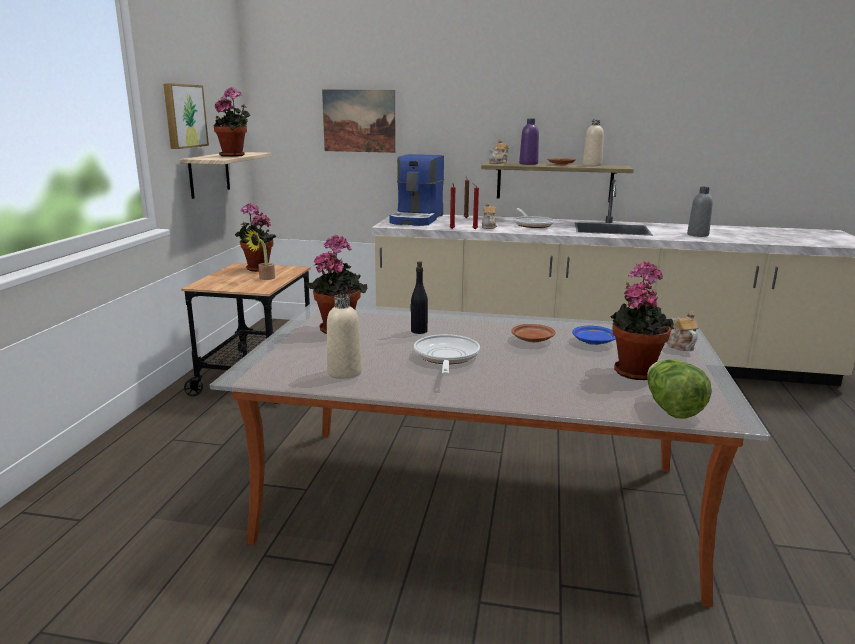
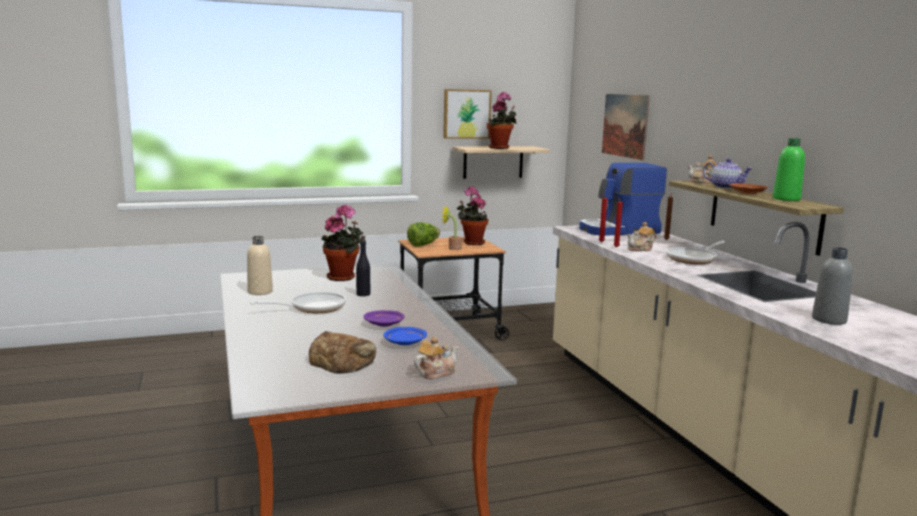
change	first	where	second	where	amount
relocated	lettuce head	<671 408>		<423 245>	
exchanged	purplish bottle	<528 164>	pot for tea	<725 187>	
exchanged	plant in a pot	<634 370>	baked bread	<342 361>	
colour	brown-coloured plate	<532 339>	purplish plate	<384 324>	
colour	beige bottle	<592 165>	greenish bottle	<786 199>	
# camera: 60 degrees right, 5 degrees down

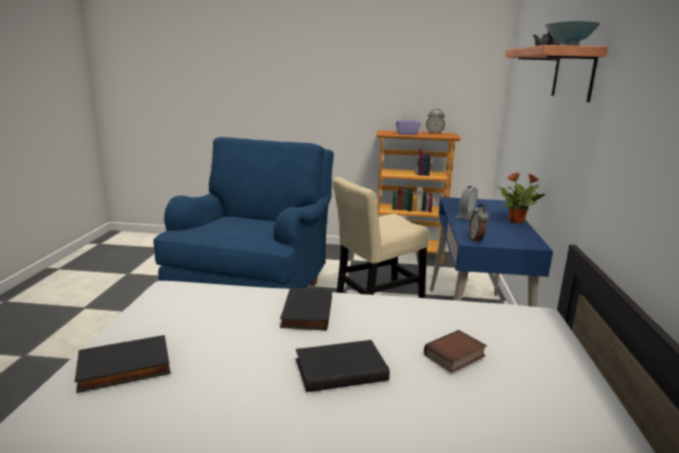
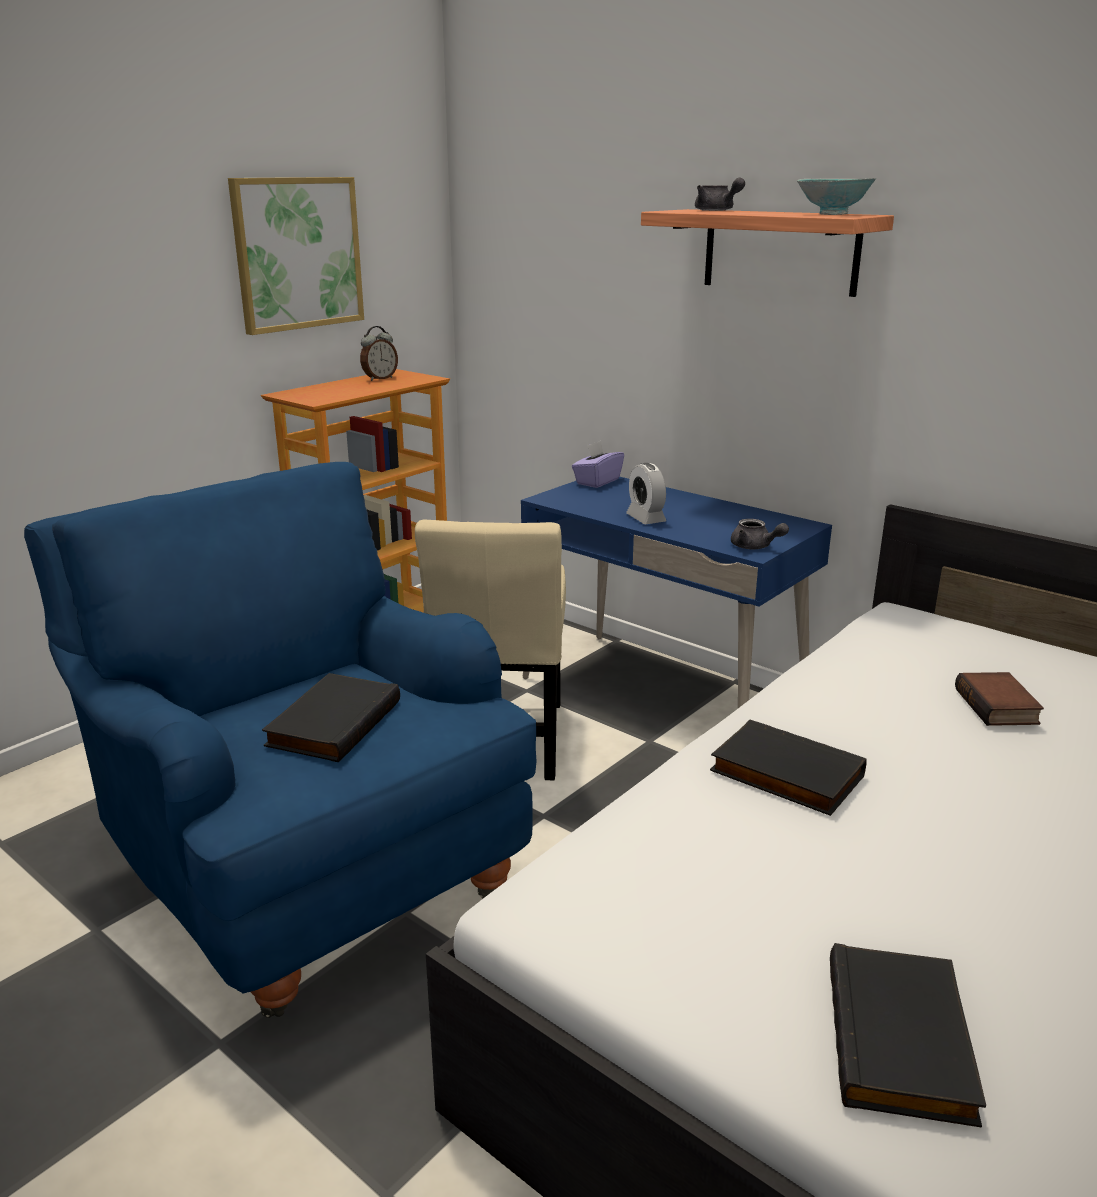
change	first	where	second	where	amount
missing	plant in a pot	<516 221>			
appeared			wall picture	<297 253>	
relocated	black-coloured volume	<340 368>		<332 722>	
relocated	purplish tissue box	<407 133>		<597 481>	
exchanged	table clock	<476 240>	gray pot for tea	<755 547>	
# camera: 55 degrees left, 5 degrees up

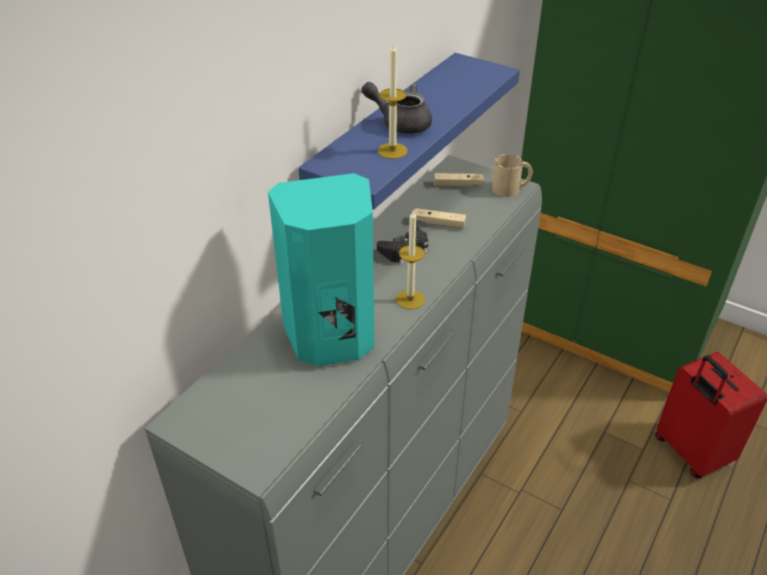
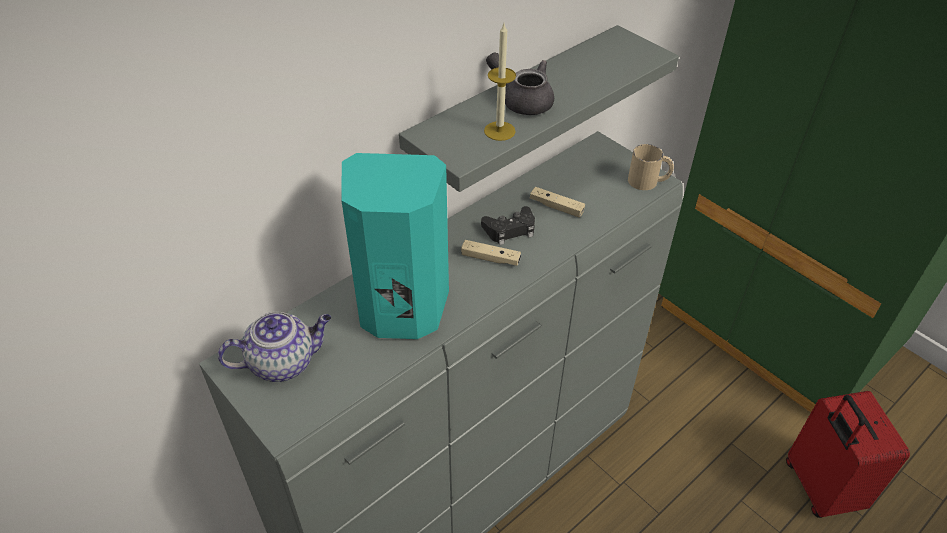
change	first	where	second	where	amount
missing	wax light	<410 299>			
appeared			pot for tea	<283 362>	
relocated	beige gamepad	<458 185>		<490 258>	
colour	bluish bracket shelf	<385 141>	gray bracket shelf	<515 112>	
# camera: 15 degrees right, 5 degrees up

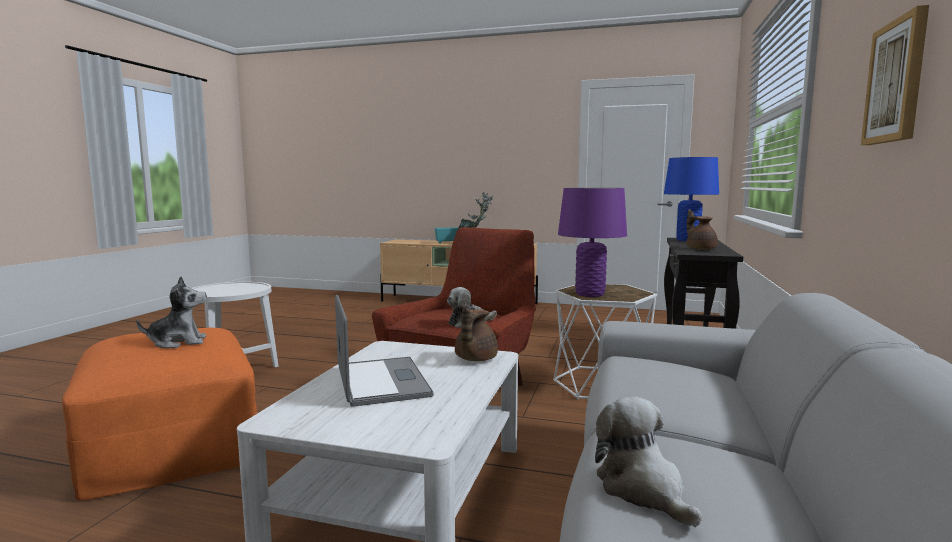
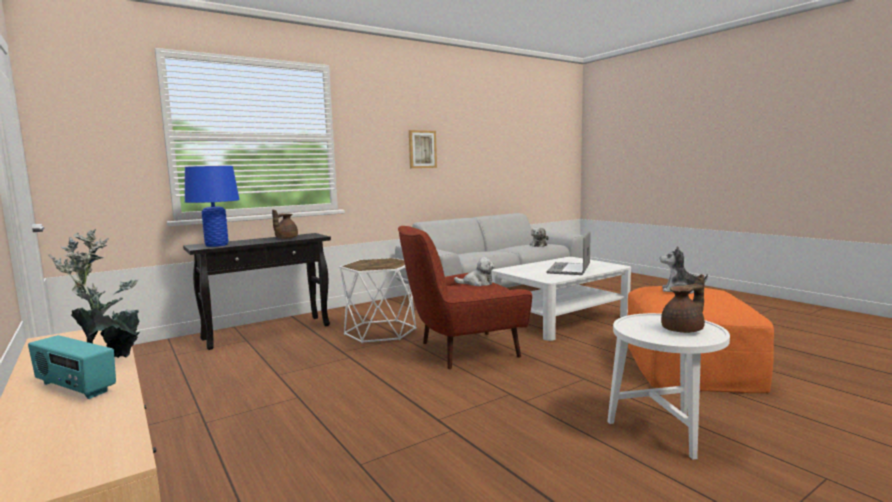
change	first	where	second	where	amount
missing	purplish tabletop lamp	<590 294>			
relocated	brown-coloured pot for tea	<474 359>		<684 330>	
# camera: 140 degrees left, 0 degrees up

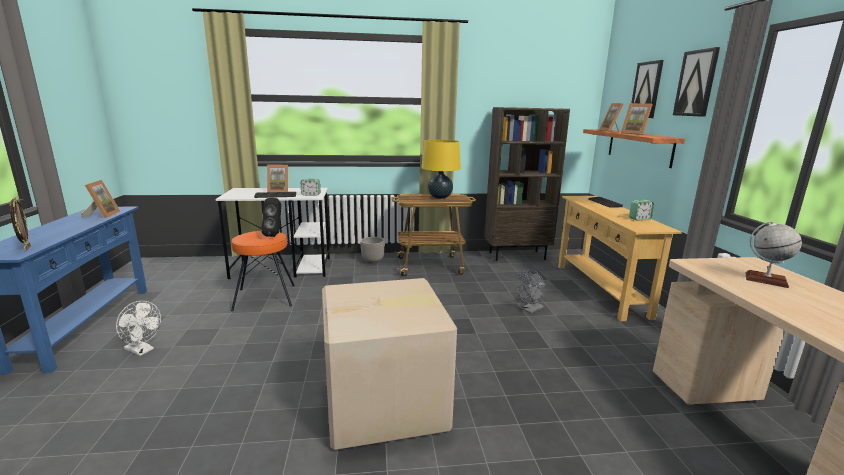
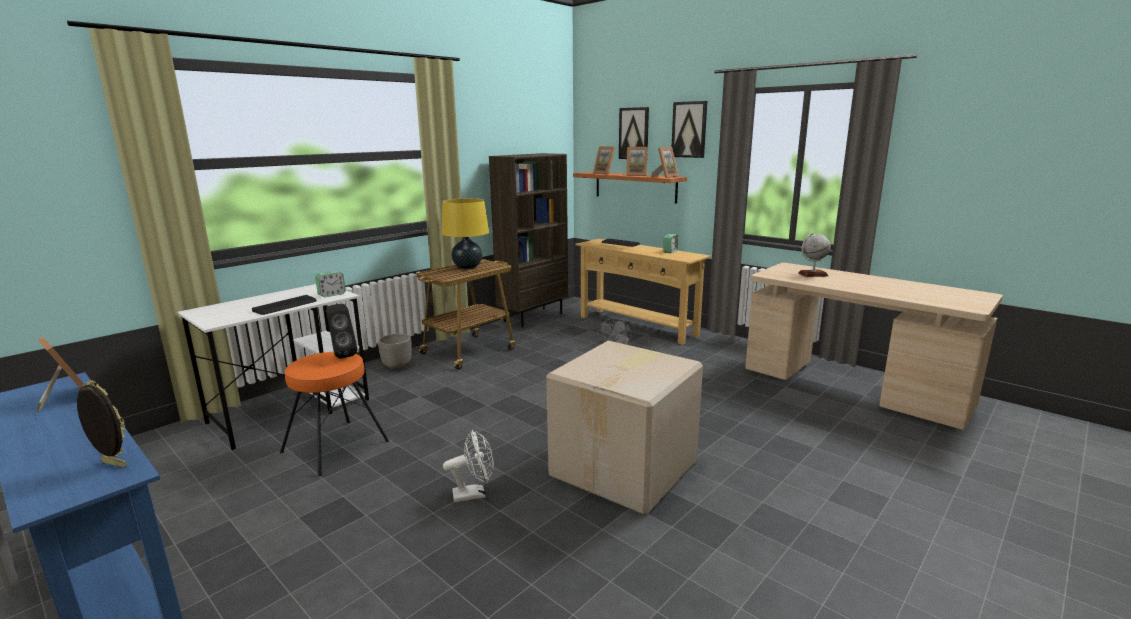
change	first	where	second	where	amount
relocated	whitish cooling fan	<142 350>		<474 494>	
relocated	photo frame	<279 191>		<665 176>	
# camera: 40 degrees left, 0 degrees up

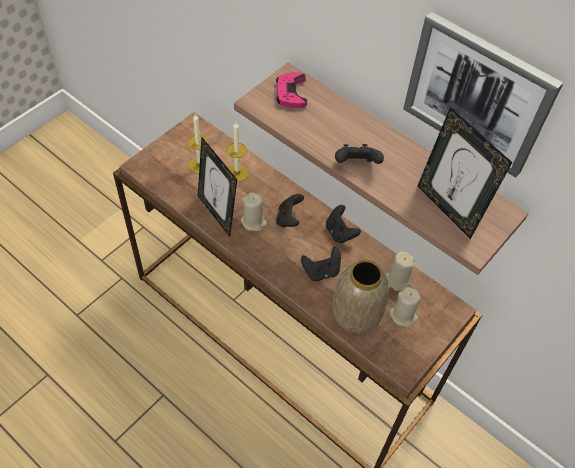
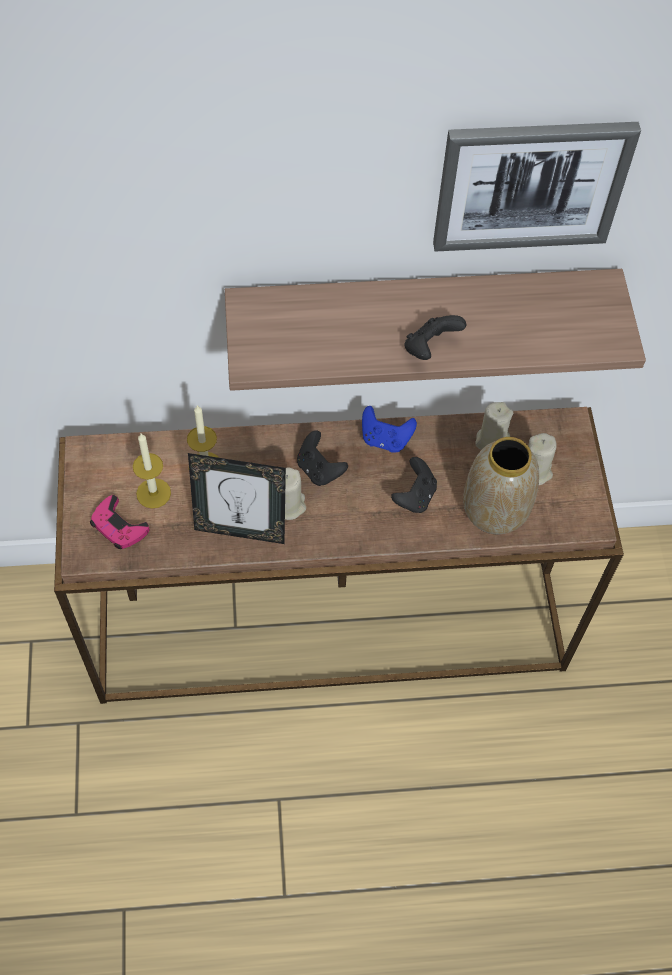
change	first	where	second	where	amount
missing	photo frame	<448 209>			
relocated	pink-coloured gamepad	<291 93>		<118 526>	
colour	black-coloured gamepad	<340 232>	bluish gamepad	<385 439>	
# camera: 45 degrees left, 5 degrees up

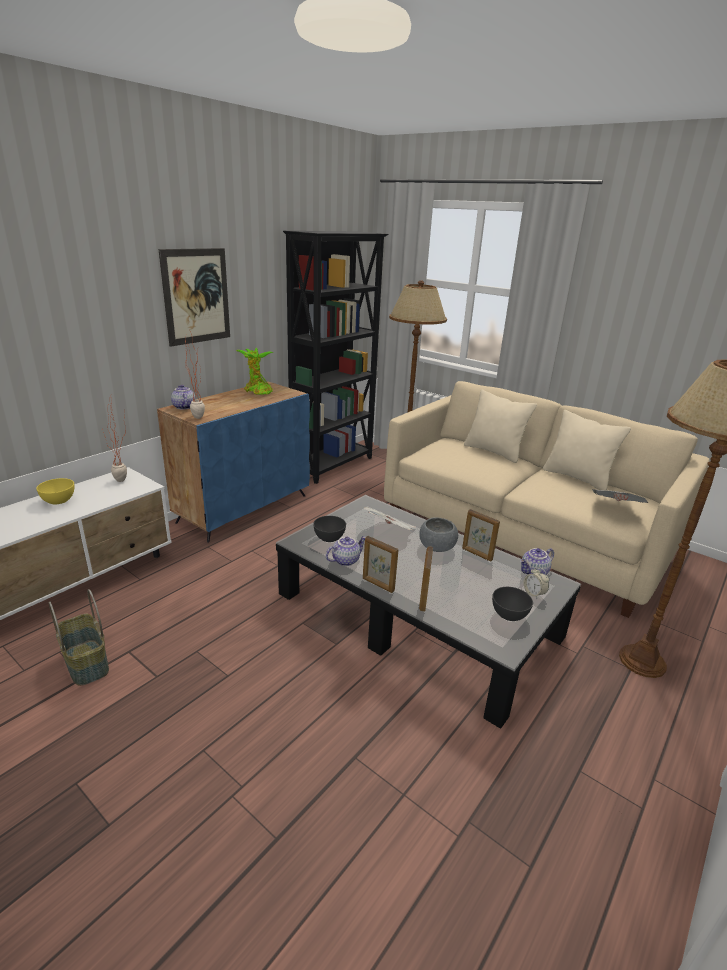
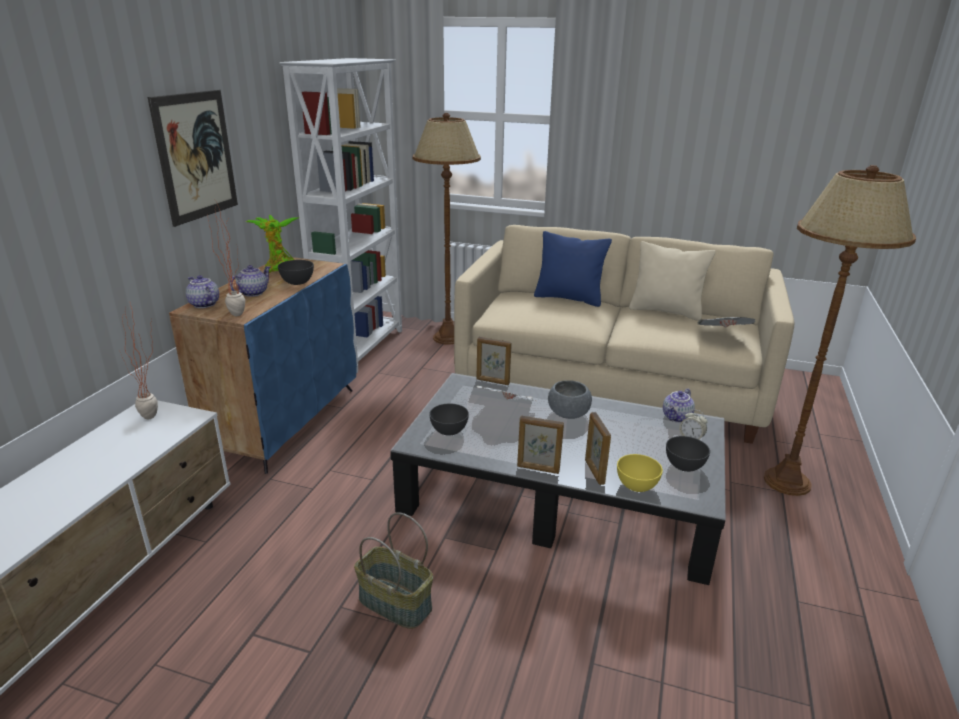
change	first	where	second	where	amount
appeared			gray bowl	<297 282>	
relocated	yellow-coloured bowl	<59 501>		<636 486>	
relocated	storage basket	<85 662>		<394 604>	
relocated	pot for tea	<345 560>		<253 293>	
relocated	photo frame	<476 554>		<492 381>	
colour	black-coloured shelving unit	<333 465>	whitish shelving unit	<362 347>	
colour	beige pillow	<494 451>	bluish pillow	<569 298>	
# camera: 20 degrees left, 0 degrees up

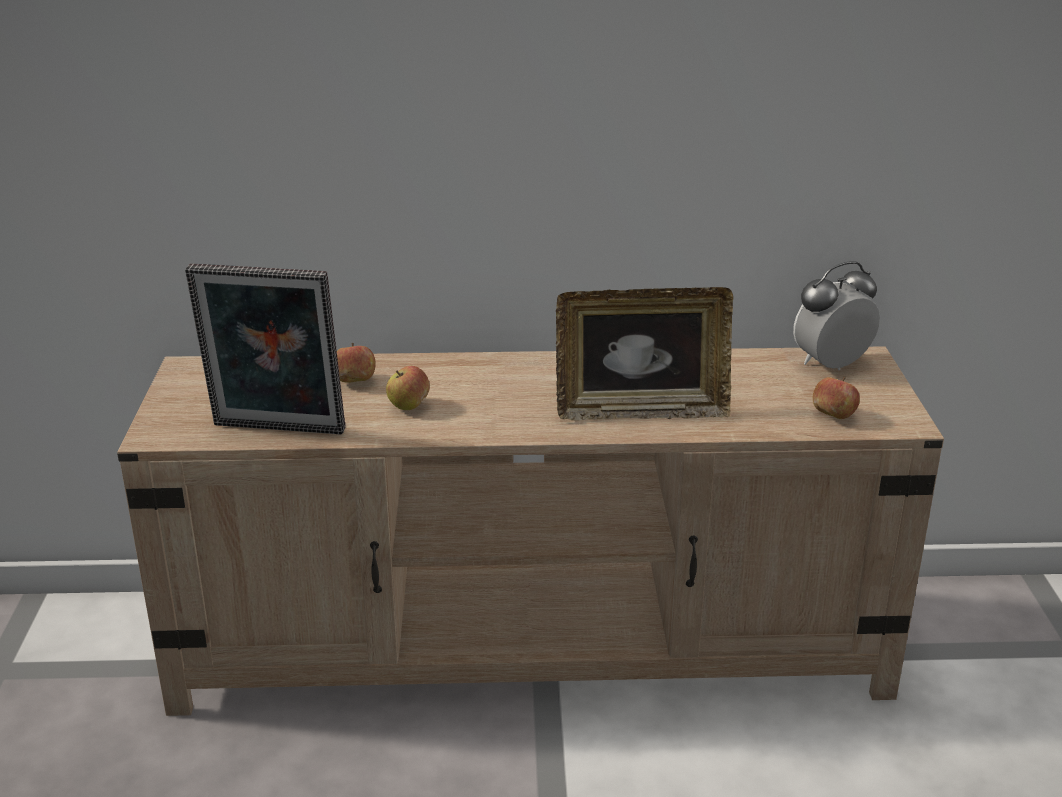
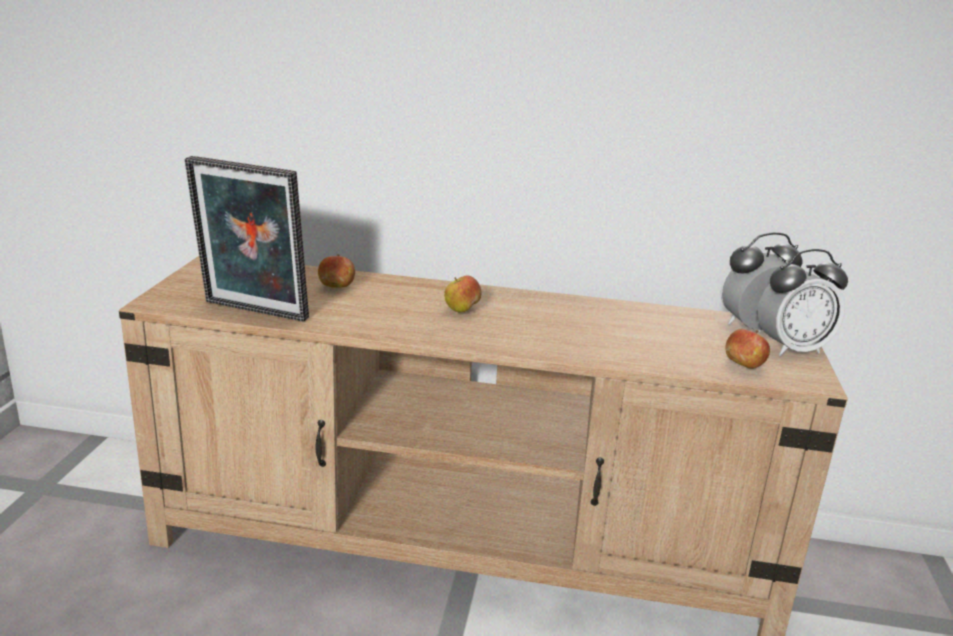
change	first	where	second	where	amount
missing	photo frame	<641 411>			
appeared			table clock	<792 349>	
relocated	whole apple	<408 406>		<461 310>	
# camera: 10 degrees right, 5 degrees down

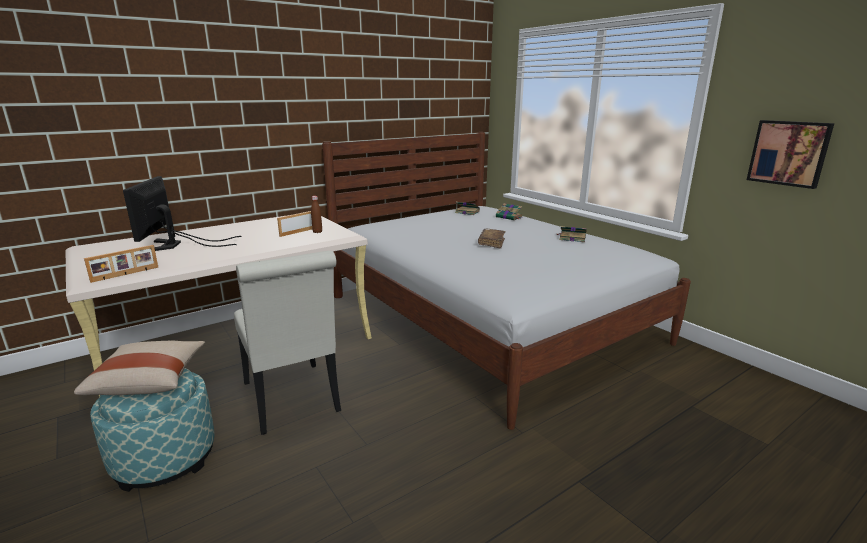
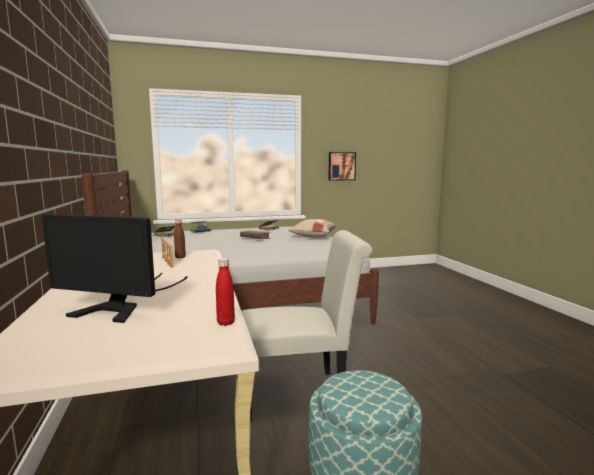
change	first	where	second	where	amount
relocated	beige pillow	<149 381>		<312 236>	
exchanged	photo frame	<125 274>	red-coloured bottle	<225 323>	
# camera: 70 degrees left, 10 degrees down

